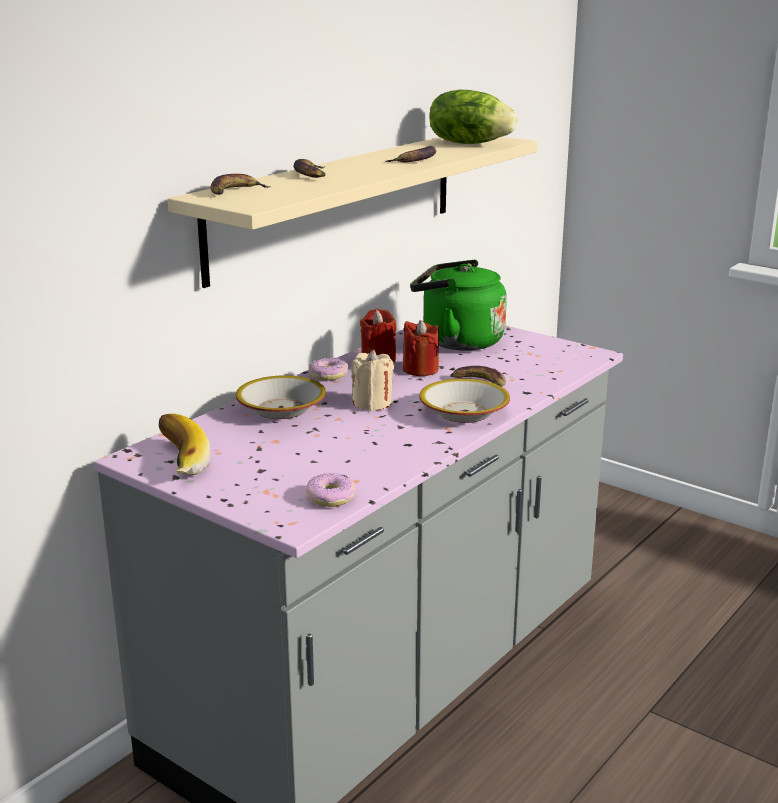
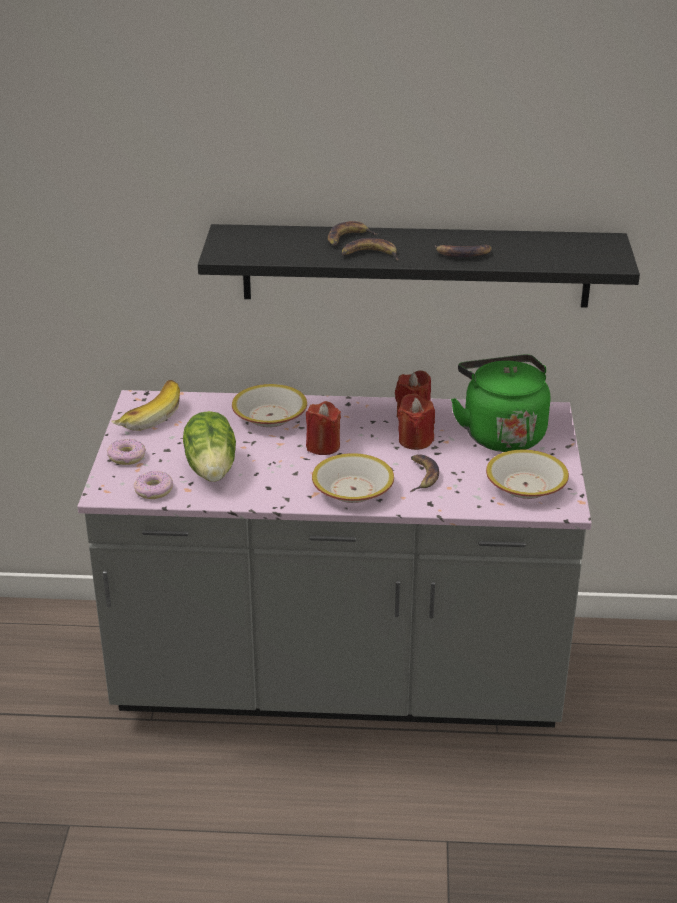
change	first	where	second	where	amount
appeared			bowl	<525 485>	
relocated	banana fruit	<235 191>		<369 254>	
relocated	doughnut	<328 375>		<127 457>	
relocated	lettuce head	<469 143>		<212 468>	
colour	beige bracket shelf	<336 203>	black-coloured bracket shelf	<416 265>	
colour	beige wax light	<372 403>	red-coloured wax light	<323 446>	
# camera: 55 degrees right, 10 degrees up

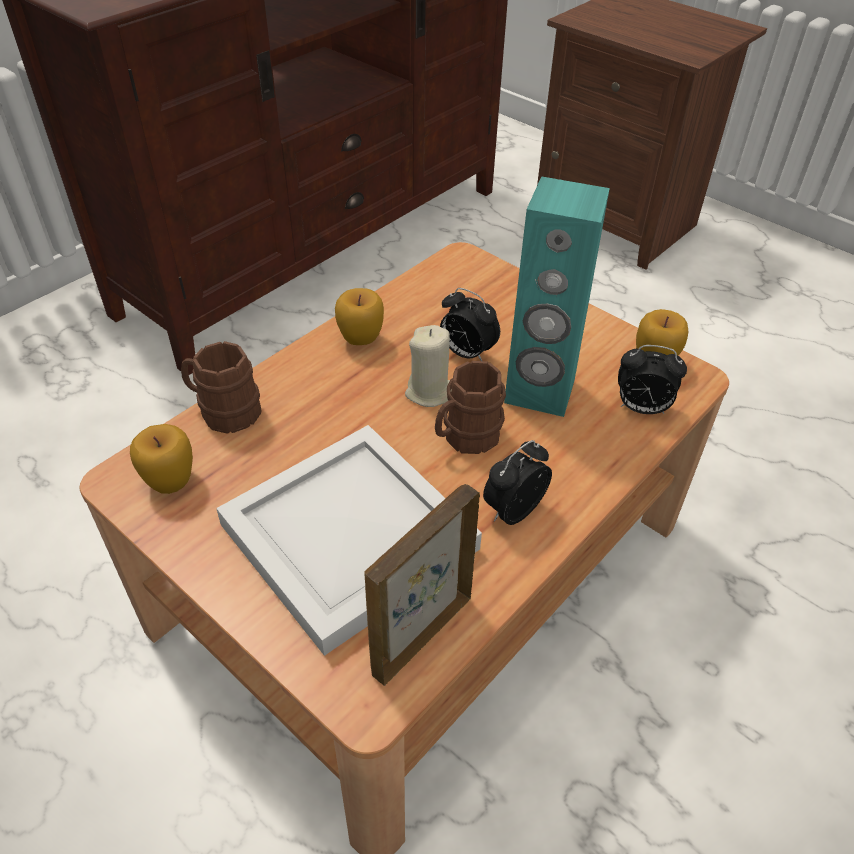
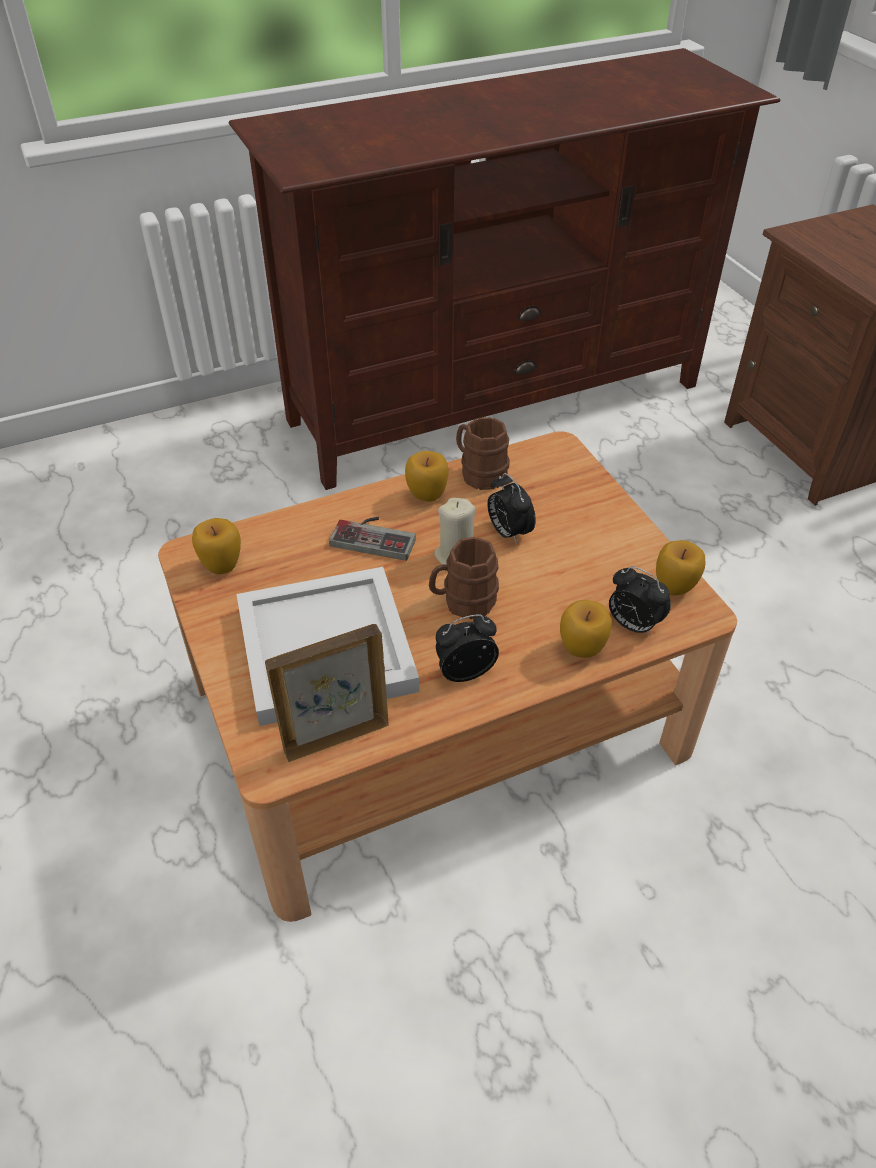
change	first	where	second	where	amount
missing	blue-green audio speaker	<539 392>			
appeared			gamepad	<375 536>	
appeared			whole apple	<581 650>	
relocated	brown-coloured mug	<224 411>		<479 473>	
# camera: 25 degrees right, 0 degrees up

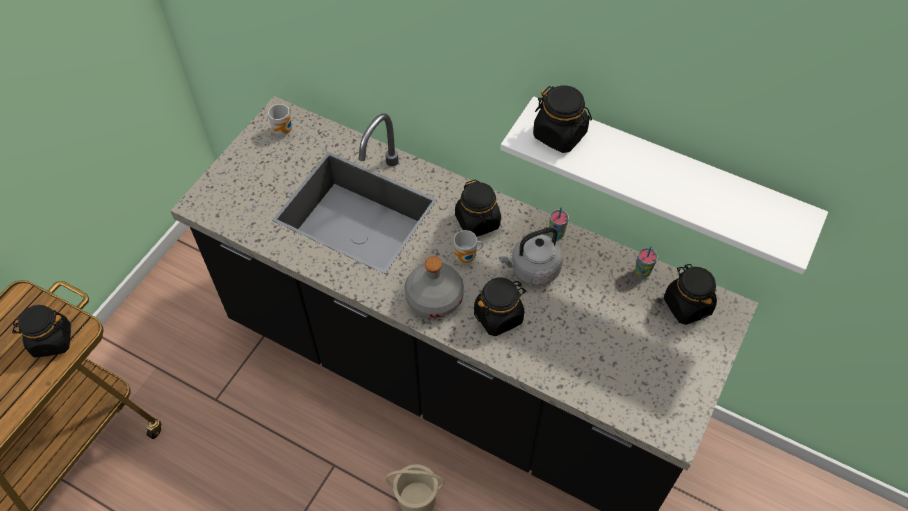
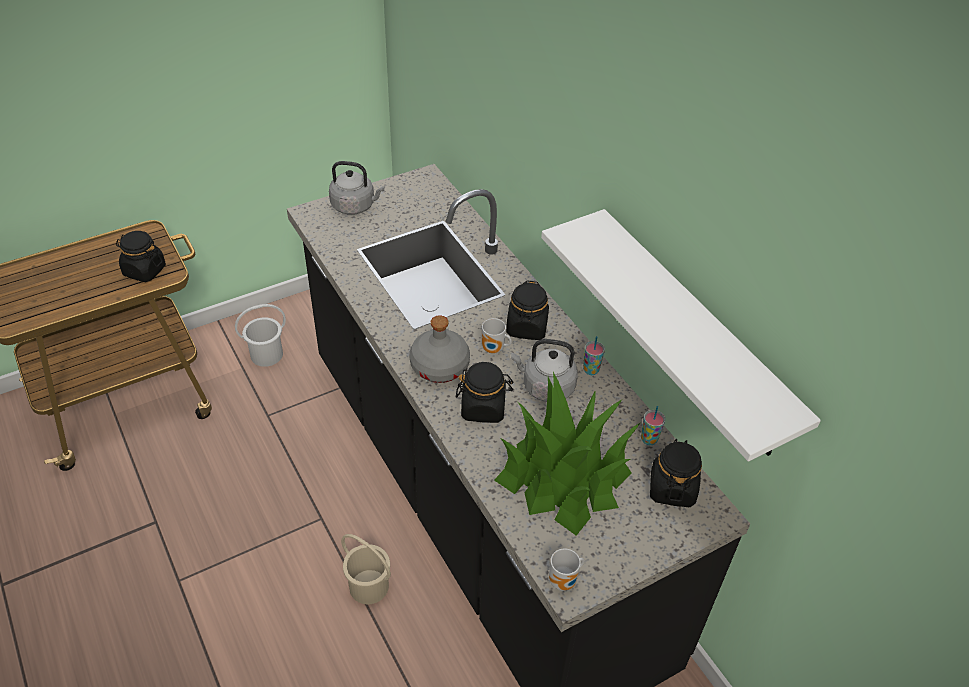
change	first	where	second	where	amount
missing	black-coloured storage jar	<560 135>			
appeared			whitish water bucket	<266 354>	
appeared			gray water kettle	<355 206>	
appeared			plant in a pot	<563 476>	
relocated	mug	<284 130>		<564 582>	
# camera: 30 degrees right, 10 degrees down

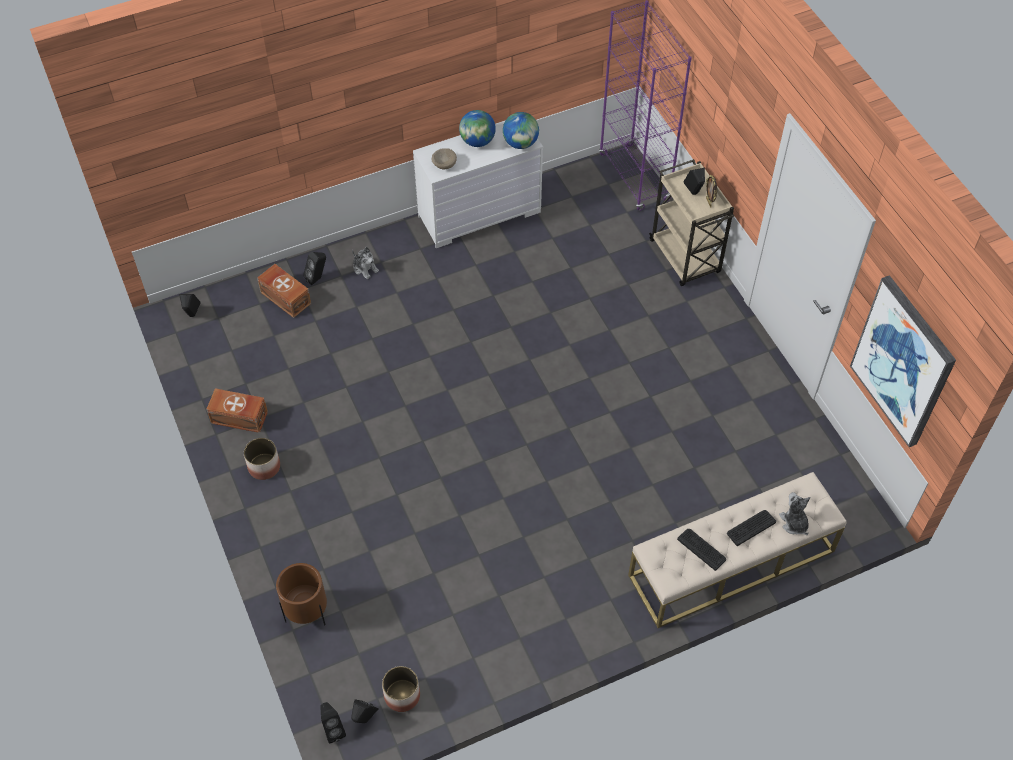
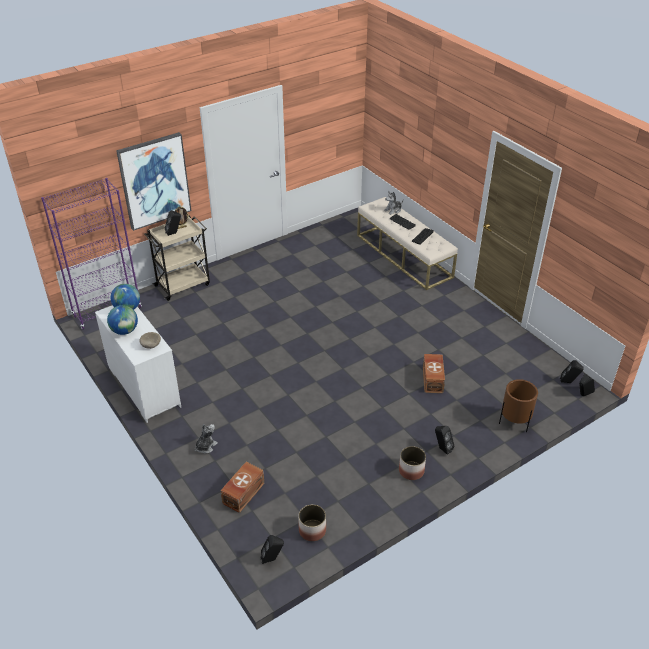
change	first	where	second	where	amount
relocated	brown-coloured storage container	<240 418>		<433 379>	
relocated	black-coloured audio speaker	<317 278>		<442 448>	
relocated	plant pot	<401 695>		<312 530>	
relocated	wall picture	<903 361>		<154 181>	
# camera: 100 degrees left, 15 degrees down

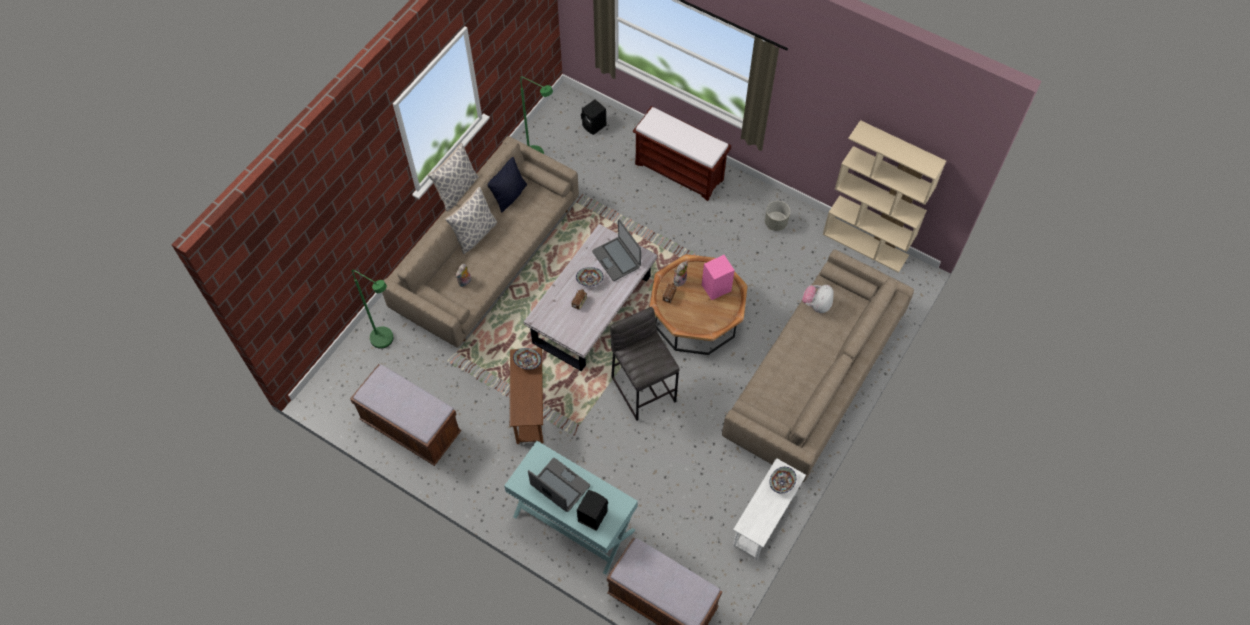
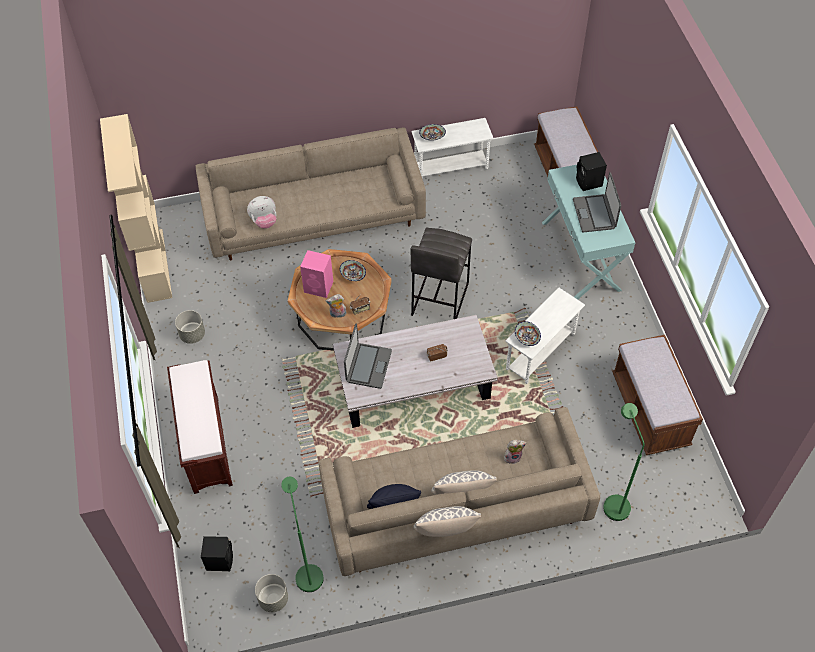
change	first	where	second	where	amount
appeared			gray plant pot	<273 599>	
relocated	bowl	<590 280>		<353 275>	
colour	brown-coloured side table	<529 408>	whitish side table	<541 352>	
# camera: 135 degrees left, 5 degrees down

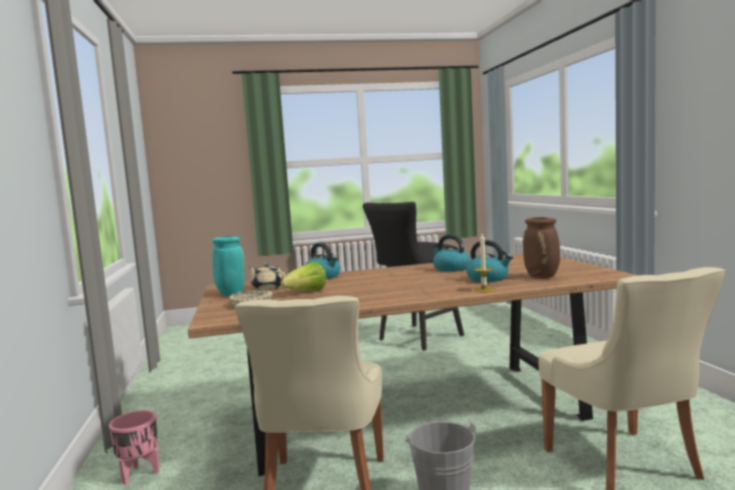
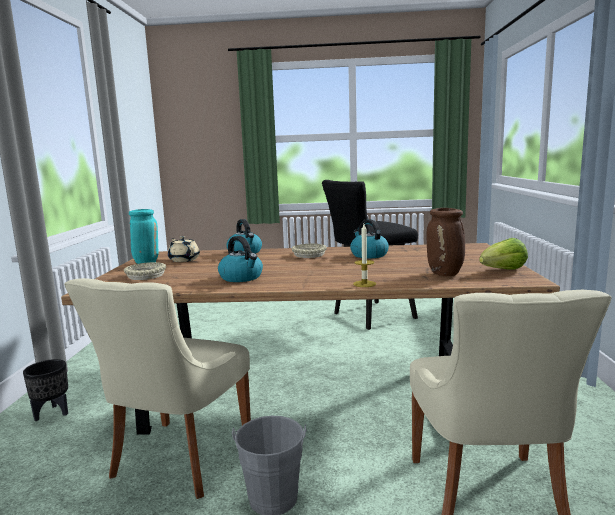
change	first	where	second	where	amount
appeared			beige bowl	<309 255>	
relocated	lettuce head	<306 292>		<502 271>	
relocated	water kettle	<488 279>		<242 277>	
colour	pink-coloured plant pot	<139 474>	black-coloured plant pot	<51 413>	
# camera: 15 degrees right, 5 degrees up

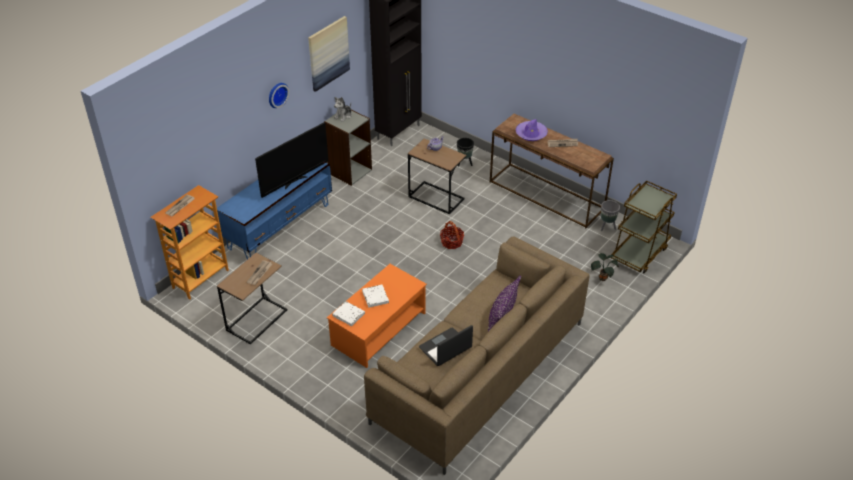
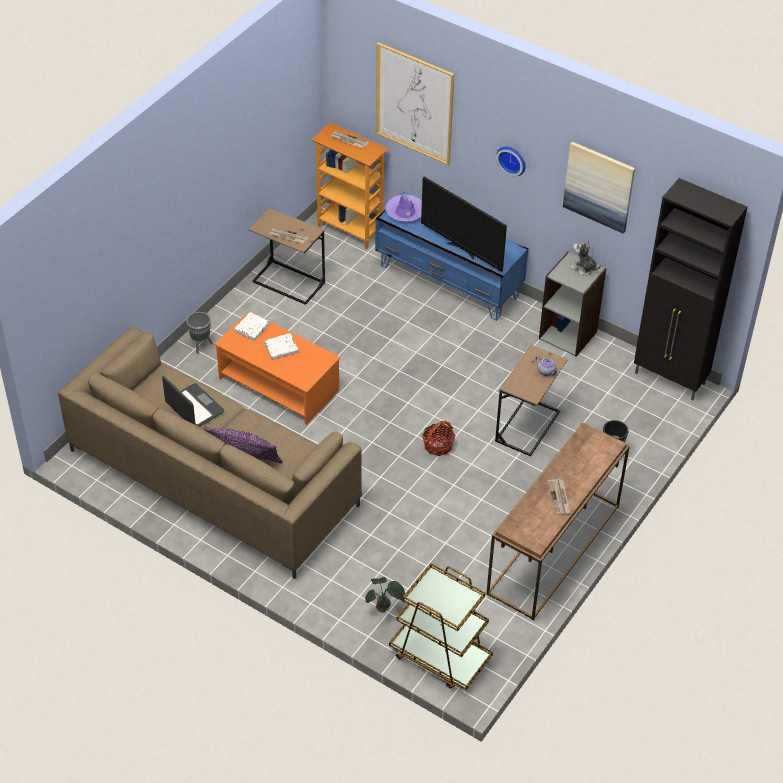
change	first	where	second	where	amount
appeared			wall picture	<414 103>	
relocated	purplish clothing hat	<531 134>		<405 212>	
relocated	gray plant pot	<606 227>		<201 345>	
# camera: 85 degrees right, 5 degrees up

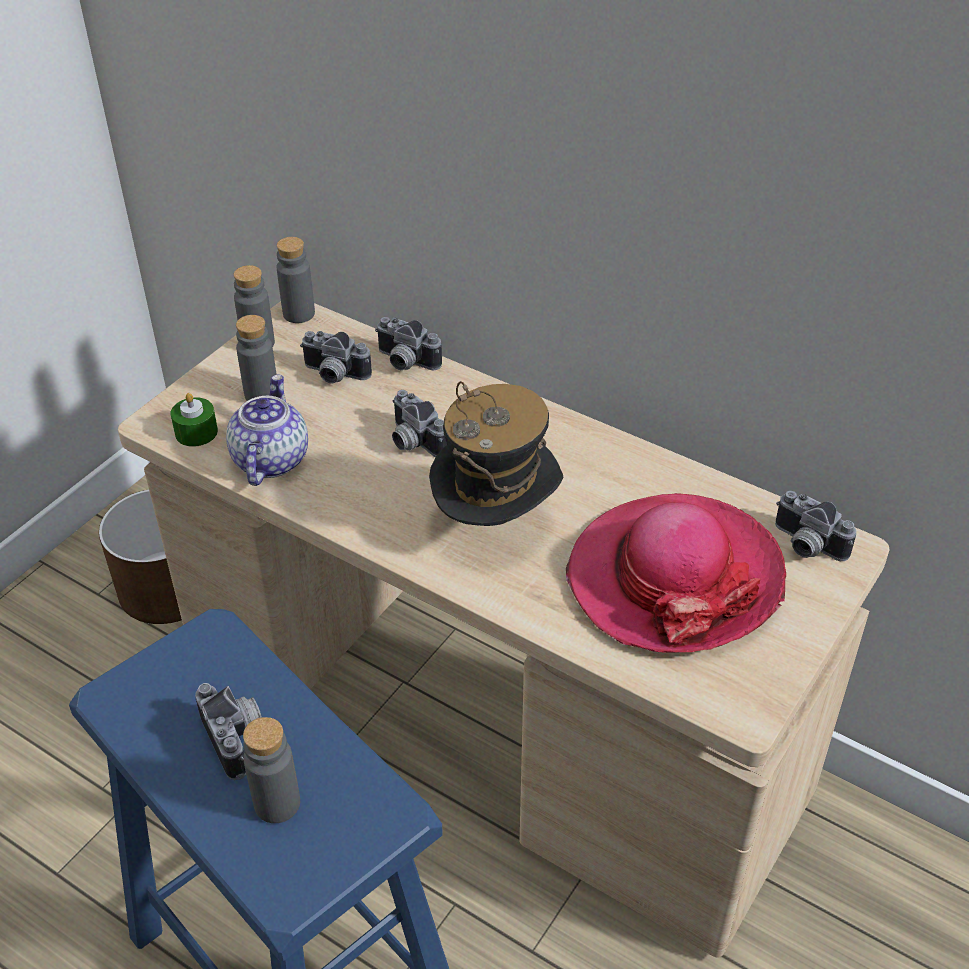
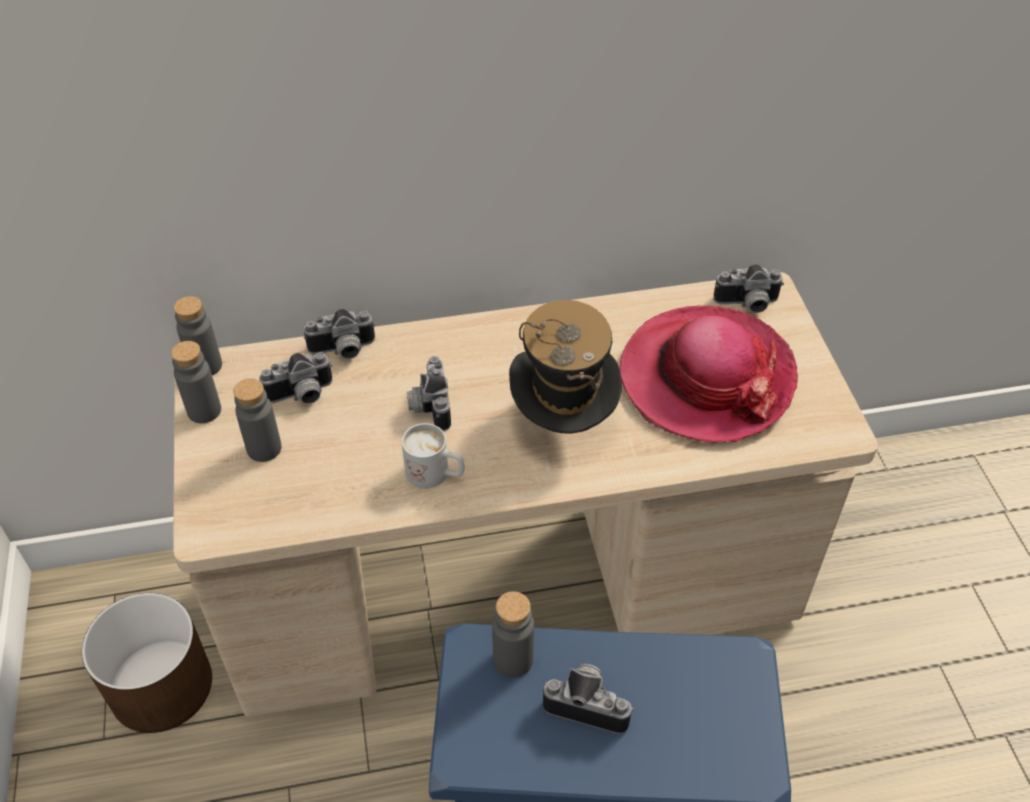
change	first	where	second	where	amount
missing	greenish wax light	<196 432>			
missing	pot for tea	<269 459>			
appeared			whitish mug	<436 475>	
relocated	gray bottle	<277 803>		<513 660>	
spun	still camera	<412 442>		<428 405>	75 degrees clockwise
# camera: 45 degrees left, 5 degrees up

